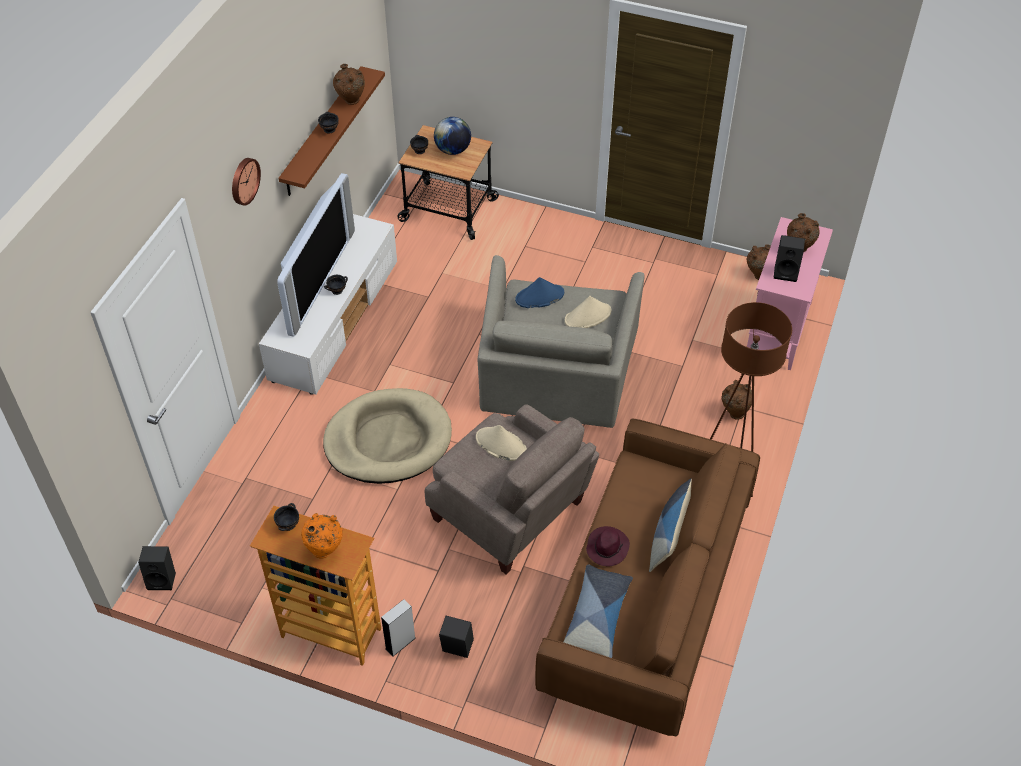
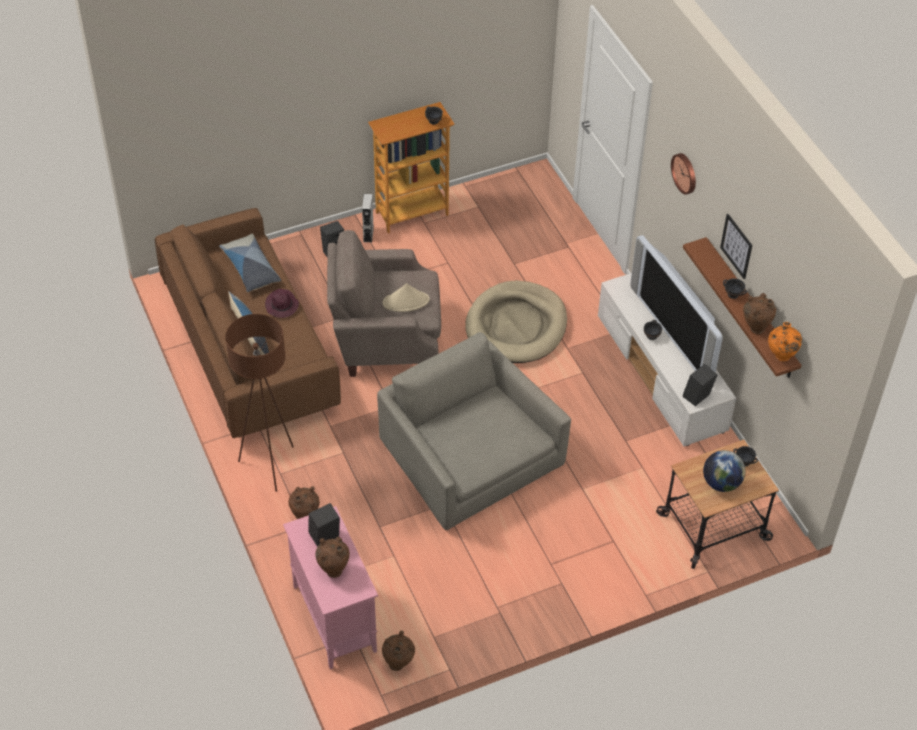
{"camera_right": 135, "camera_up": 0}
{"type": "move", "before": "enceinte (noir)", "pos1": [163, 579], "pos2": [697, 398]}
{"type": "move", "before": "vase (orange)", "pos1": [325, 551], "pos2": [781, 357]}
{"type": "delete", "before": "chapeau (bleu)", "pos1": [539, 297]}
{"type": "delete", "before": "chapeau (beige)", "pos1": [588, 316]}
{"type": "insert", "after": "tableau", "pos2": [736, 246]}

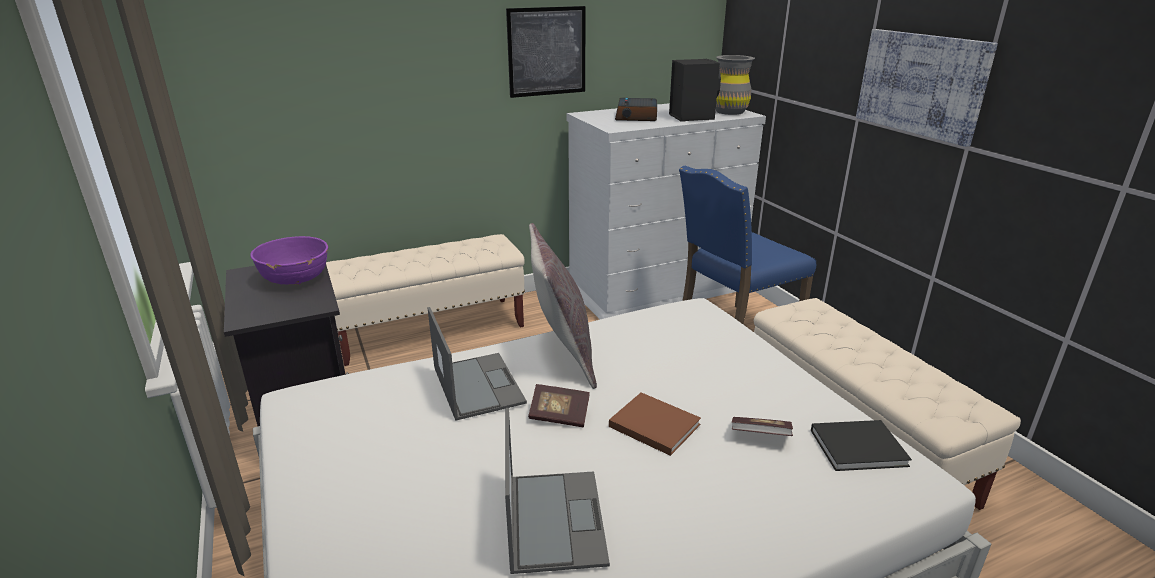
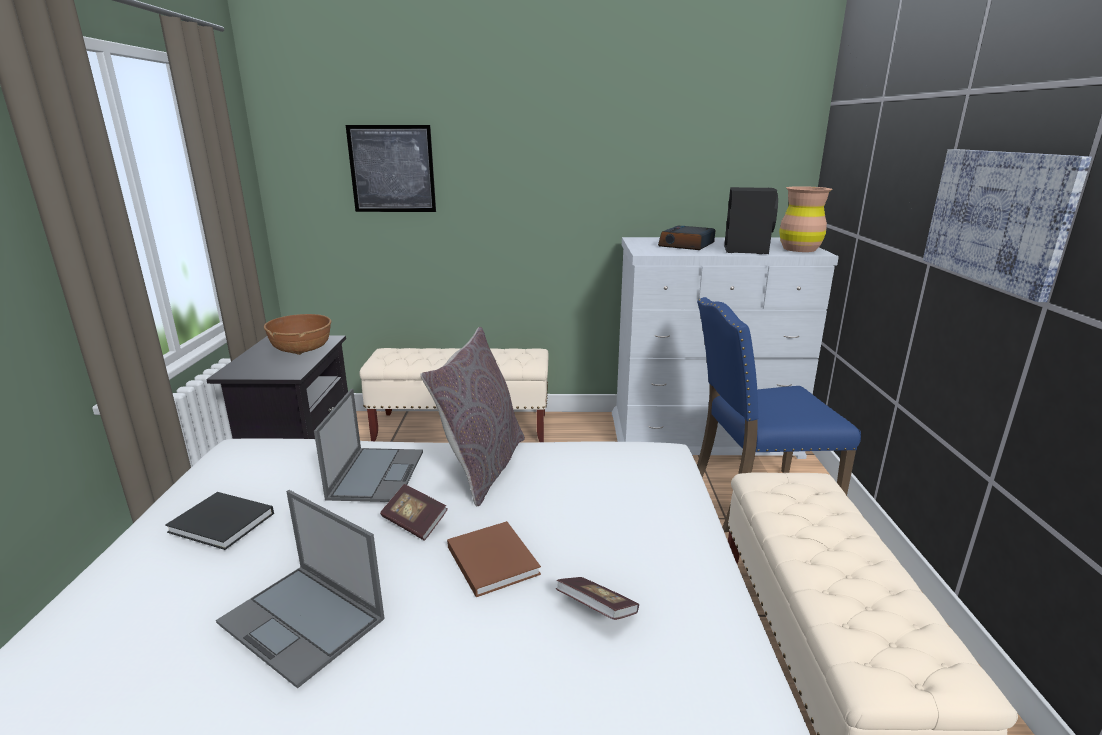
{"camera_right": 25, "camera_up": -5}
{"type": "recolor", "before": "bol (violet)", "after": "bol (marron)", "pos1": [296, 279], "pos2": [302, 350]}
{"type": "rotate", "before": "ordinateur portable", "pos1": [554, 518], "pos2": [303, 621], "turn": 105}
{"type": "move", "before": "tableau", "pos1": [547, 51], "pos2": [392, 169]}
{"type": "recolor", "before": "vase (gris)", "after": "vase (marron)", "pos1": [729, 111], "pos2": [799, 249]}
{"type": "move", "before": "livre (noir)", "pos1": [860, 447], "pos2": [224, 523]}

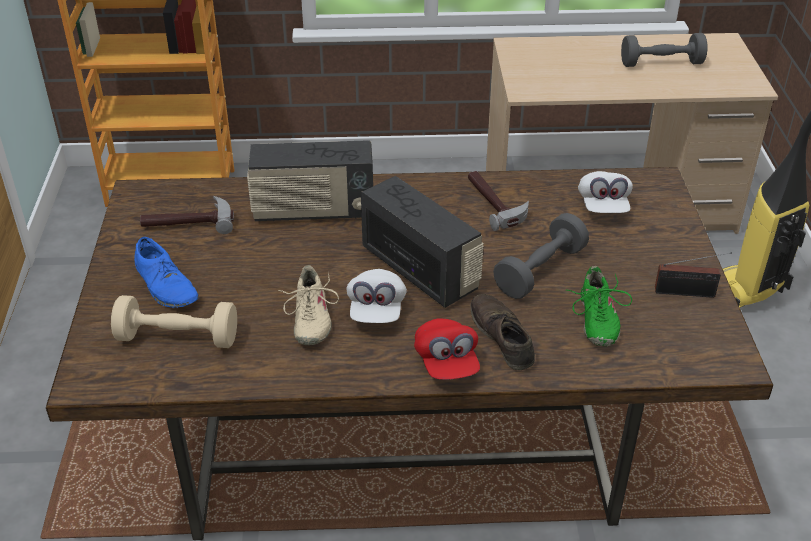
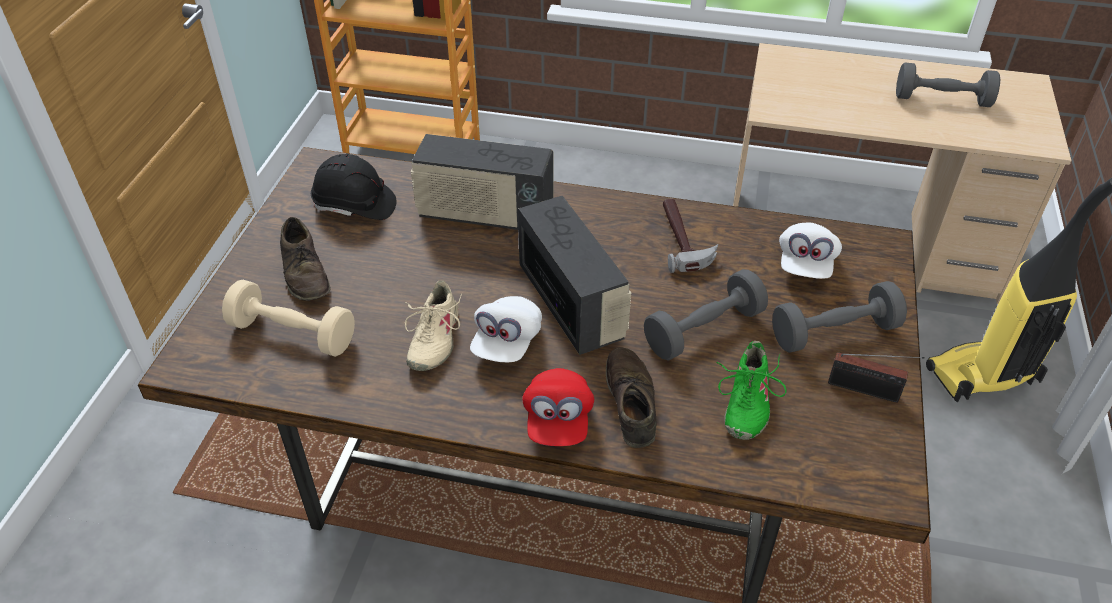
{"camera_right": 15, "camera_up": 5}
{"type": "recolor", "before": "chaussure (bleu)", "after": "chaussure (marron)", "pos1": [166, 285], "pos2": [305, 272]}
{"type": "replace", "before": "marteau", "after": "casque de chantier (noir)", "pos1": [188, 222], "pos2": [355, 206]}
{"type": "insert", "after": "haltère (gris)", "pos2": [834, 333]}

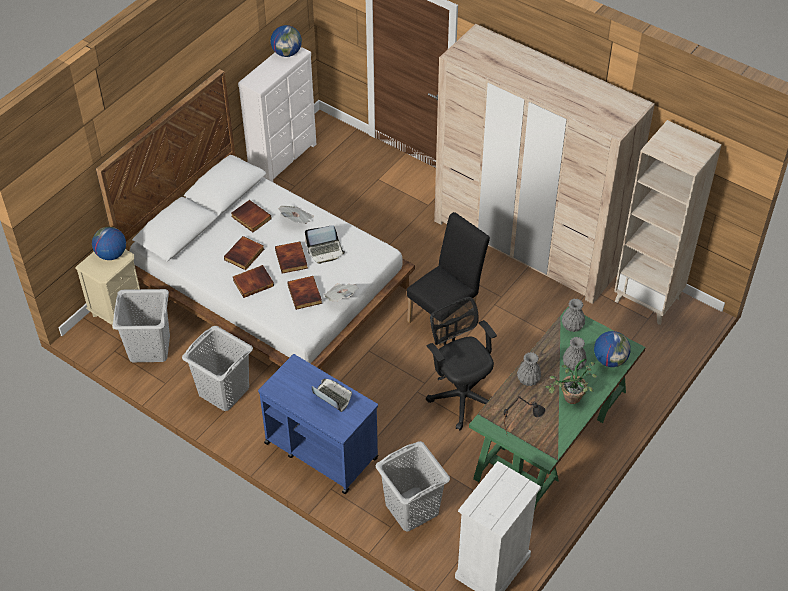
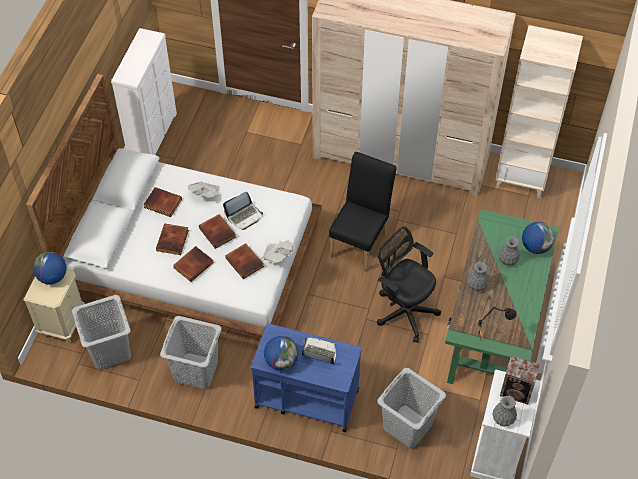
{"camera_right": -20, "camera_up": 5}
{"type": "move", "before": "globe", "pos1": [287, 53], "pos2": [281, 361]}
{"type": "delete", "before": "plante en pot", "pos1": [569, 400]}
{"type": "move", "before": "vase (gris)", "pos1": [572, 326], "pos2": [503, 418]}
{"type": "insert", "after": "enceinte", "pos2": [517, 391]}

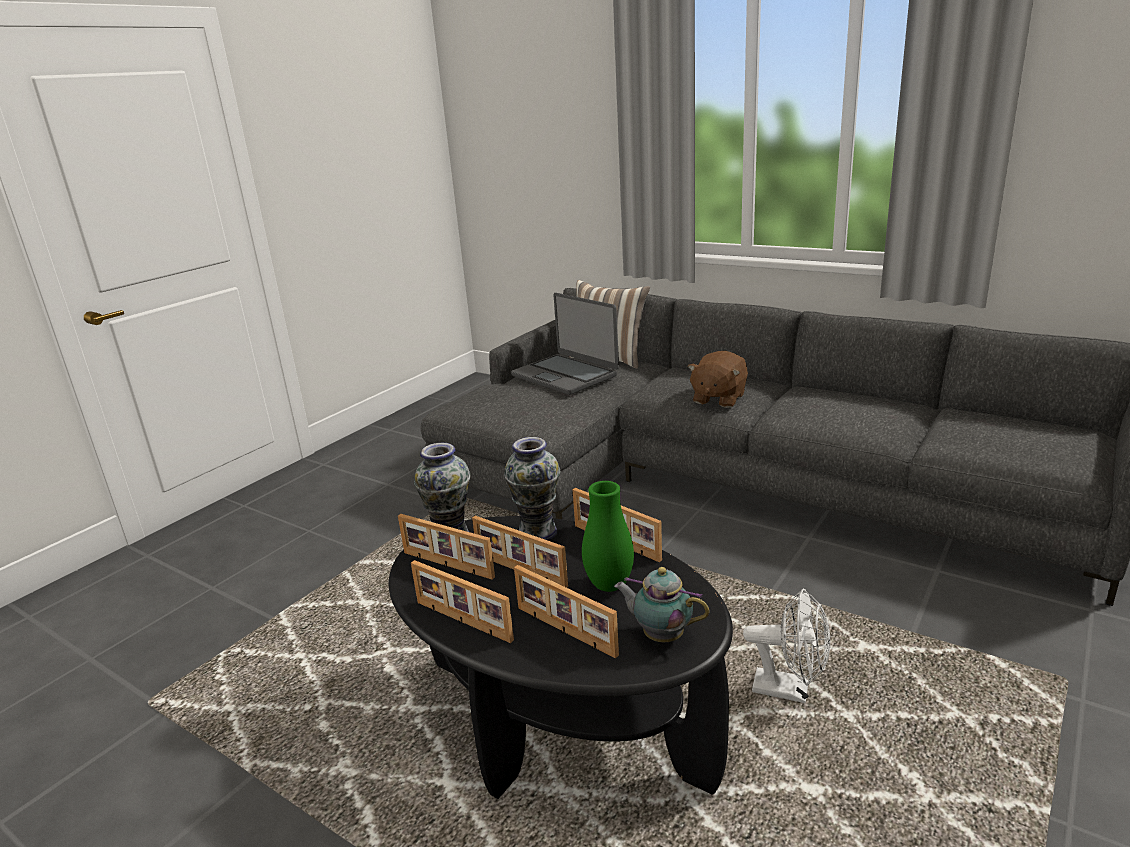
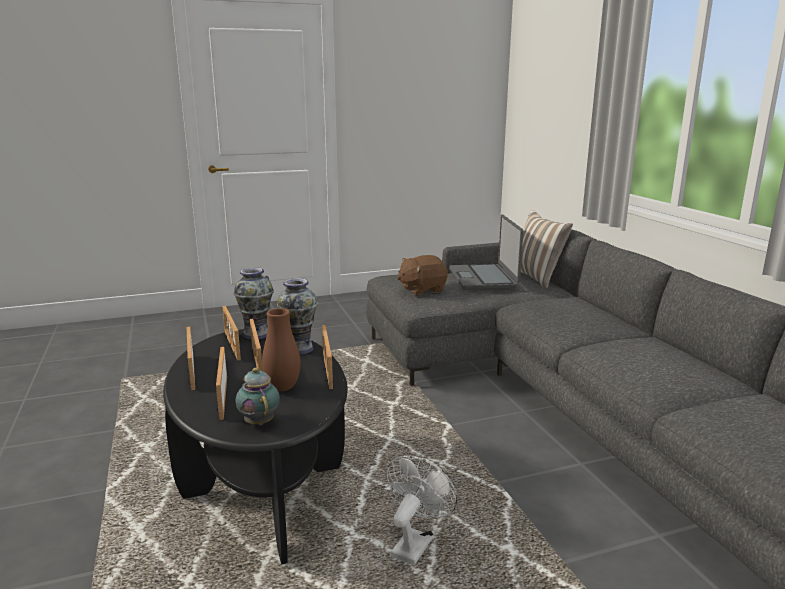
{"camera_right": 35, "camera_up": -5}
{"type": "recolor", "before": "vase (vert)", "after": "vase (marron)", "pos1": [609, 585], "pos2": [282, 388]}
{"type": "move", "before": "peluche (marron)", "pos1": [718, 398], "pos2": [422, 289]}
{"type": "rotate", "before": "ventilateur (blanc)", "pos1": [790, 690], "pos2": [415, 543], "turn": -120}

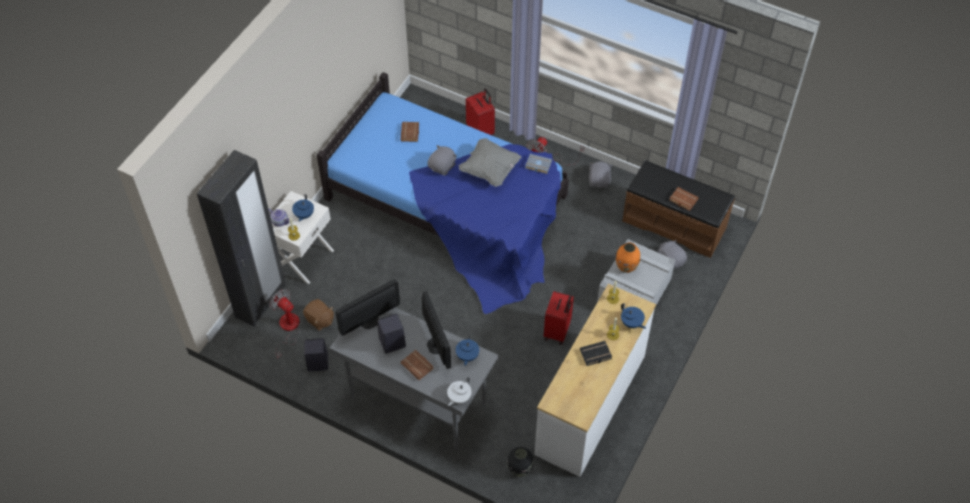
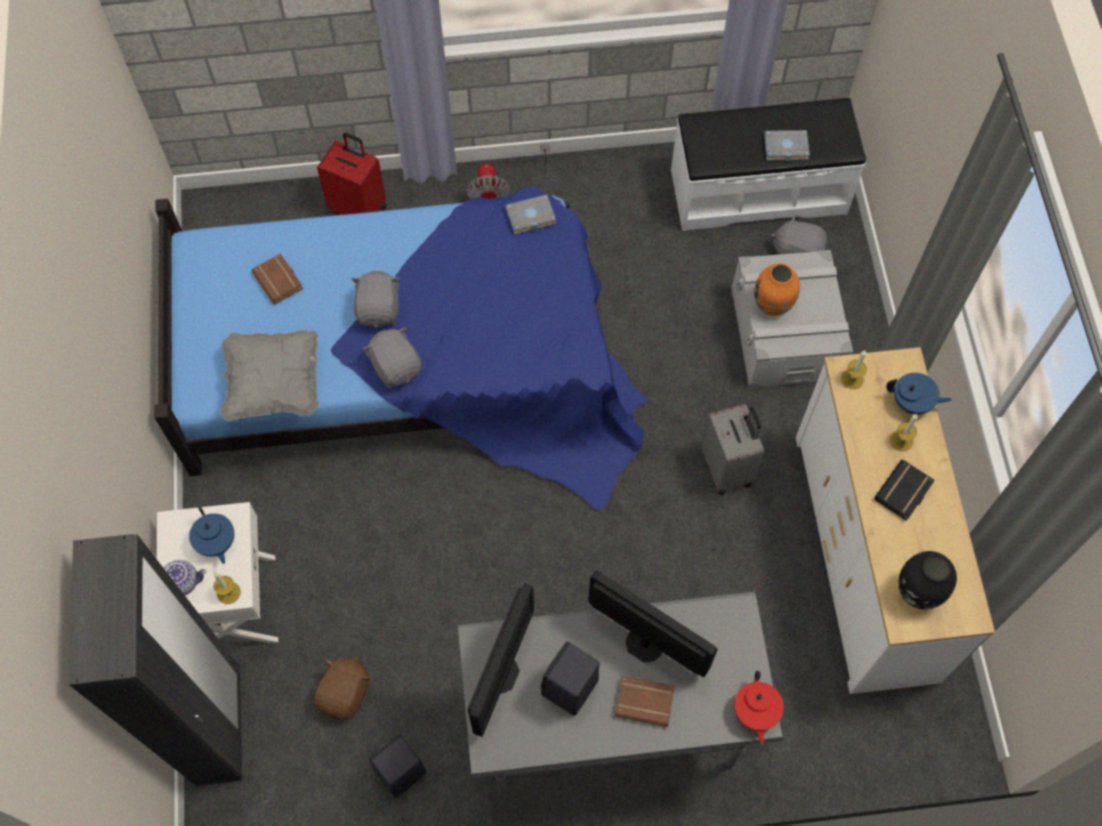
{"camera_right": -35, "camera_up": 10}
{"type": "delete", "before": "ventilateur", "pos1": [287, 329]}
{"type": "rotate", "before": "peluche (marron)", "pos1": [319, 320], "pos2": [345, 693], "turn": -75}
{"type": "recolor", "before": "théière (blanc)", "after": "théière (rouge)", "pos1": [459, 398], "pos2": [755, 712]}
{"type": "delete", "before": "théière (bleu)", "pos1": [467, 356]}
{"type": "move", "before": "coussin (gris)", "pos1": [490, 170], "pos2": [274, 384]}
{"type": "move", "before": "vase (noir)", "pos1": [519, 469], "pos2": [918, 592]}
{"type": "recolor", "before": "valise (rouge)", "after": "valise (gris)", "pos1": [558, 331], "pos2": [727, 468]}
{"type": "move", "before": "peluche (gris)", "pos1": [599, 181], "pos2": [396, 366]}
{"type": "recolor", "before": "banc (marron)", "after": "banc (blanc)", "pos1": [674, 224], "pos2": [758, 190]}
{"type": "recolor", "before": "livre (marron)", "after": "livre (gris)", "pos1": [682, 200], "pos2": [785, 148]}

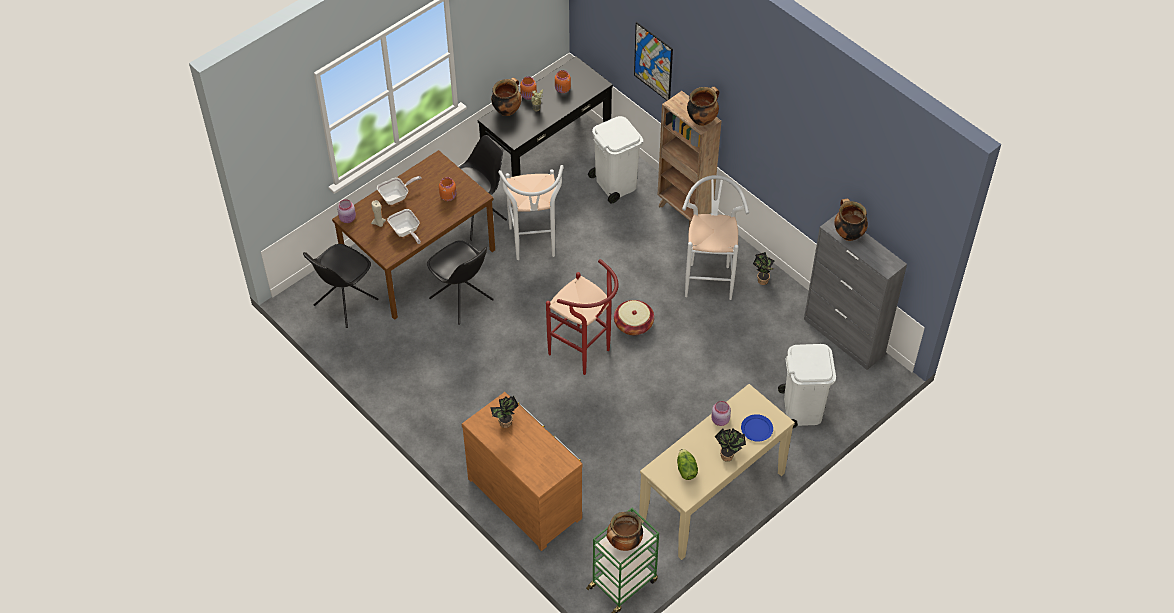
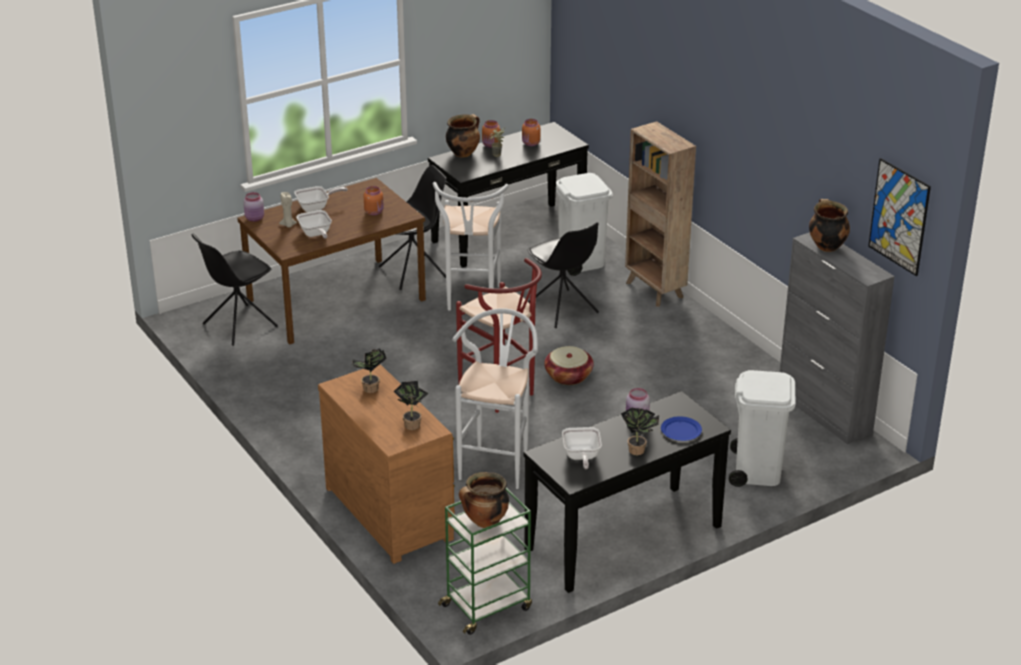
{"camera_right": 10, "camera_up": -20}
{"type": "move", "before": "chaise (noir)", "pos1": [462, 300], "pos2": [562, 309]}
{"type": "move", "before": "tableau", "pos1": [653, 62], "pos2": [899, 217]}
{"type": "recolor", "before": "table console (beige)", "after": "table console (noir)", "pos1": [712, 497], "pos2": [624, 538]}
{"type": "replace", "before": "laitue", "after": "poêle", "pos1": [686, 470], "pos2": [581, 457]}
{"type": "move", "before": "tabouret (blanc)", "pos1": [709, 277], "pos2": [497, 463]}
{"type": "delete", "before": "marmite", "pos1": [702, 119]}
{"type": "move", "before": "plante en pot", "pos1": [761, 279], "pos2": [411, 424]}

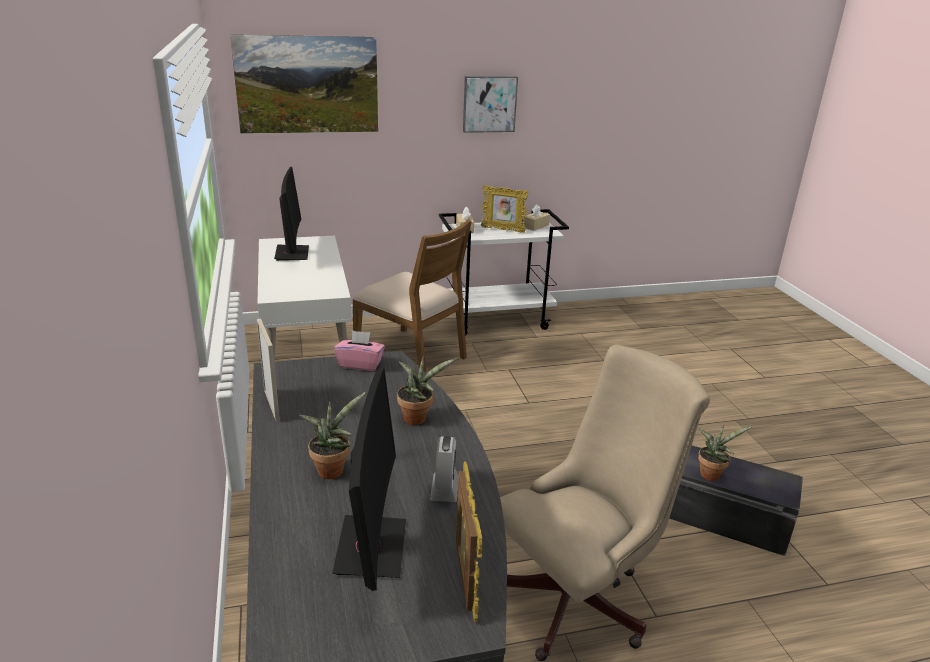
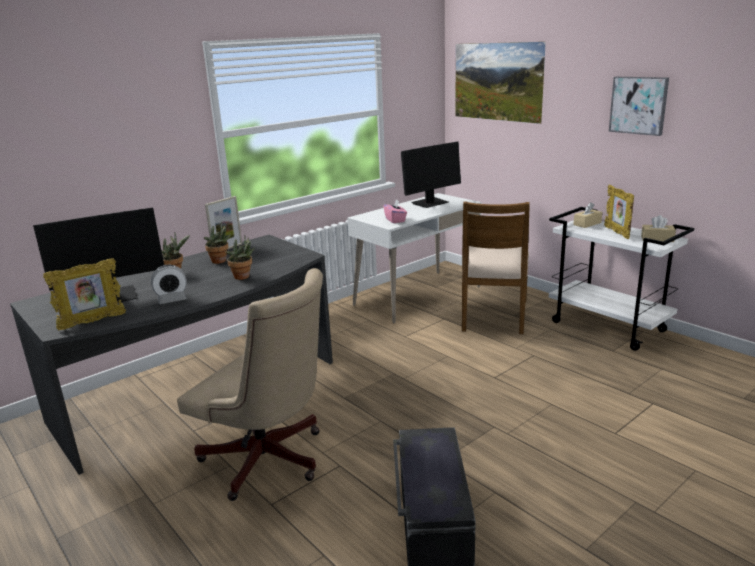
{"camera_right": 65, "camera_up": -5}
{"type": "move", "before": "boîte à mouchoirs (rose)", "pos1": [360, 364], "pos2": [395, 220]}
{"type": "move", "before": "plante en pot", "pos1": [711, 474], "pos2": [221, 261]}

